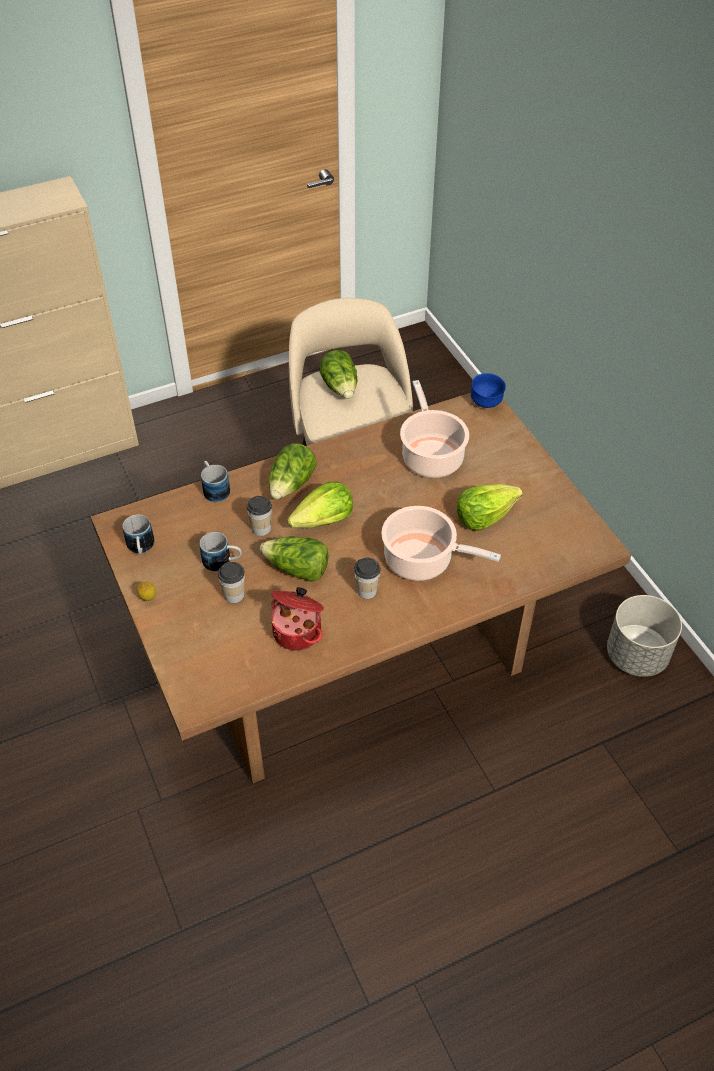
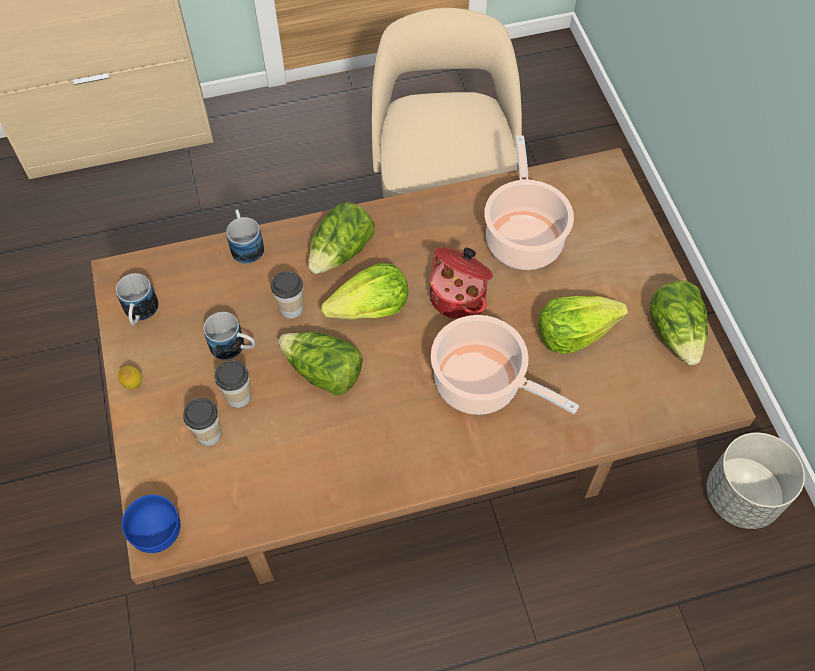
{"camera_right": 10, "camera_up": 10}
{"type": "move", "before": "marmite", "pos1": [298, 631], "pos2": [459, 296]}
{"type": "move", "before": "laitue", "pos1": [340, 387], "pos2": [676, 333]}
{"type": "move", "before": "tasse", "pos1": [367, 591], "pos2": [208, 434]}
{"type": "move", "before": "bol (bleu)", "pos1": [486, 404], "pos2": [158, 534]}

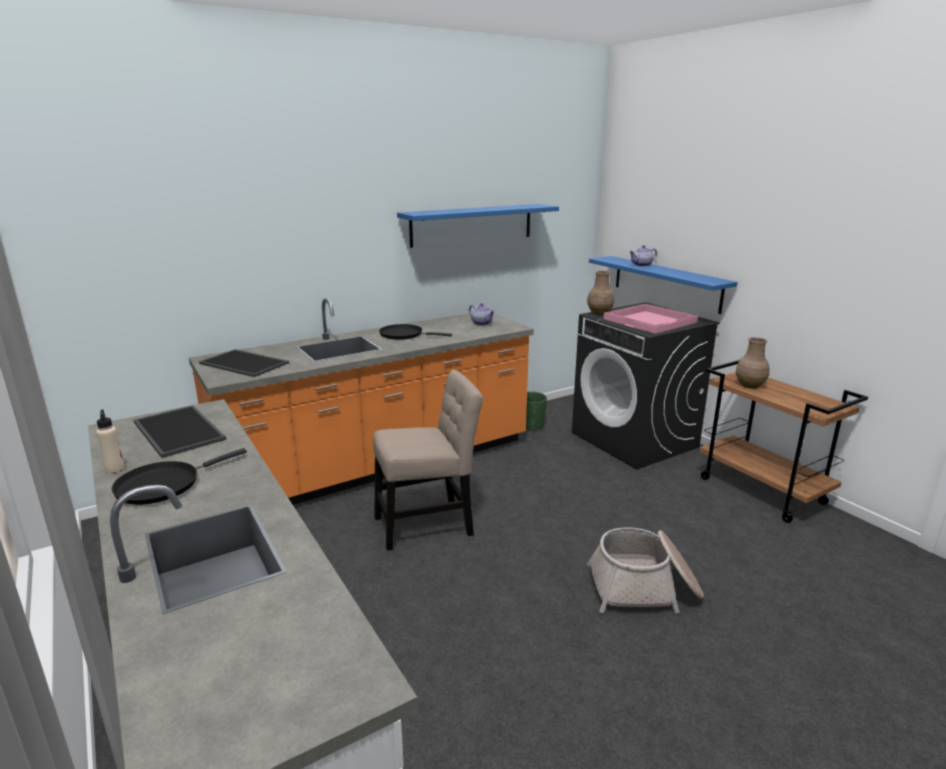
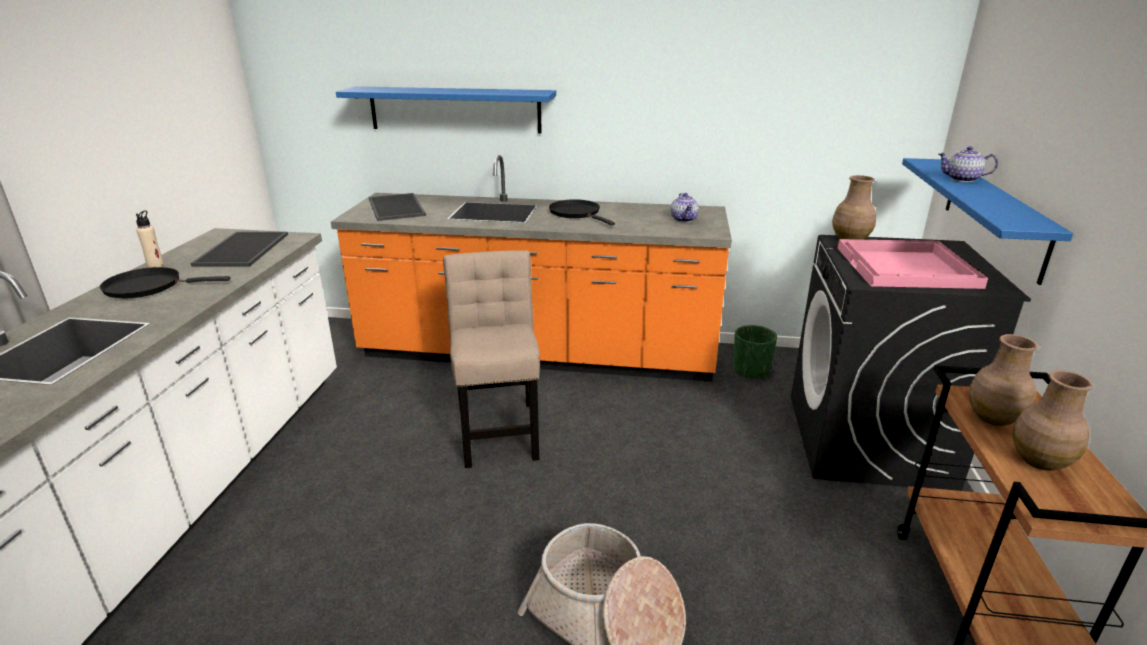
{"camera_right": 40, "camera_up": 5}
{"type": "rotate", "before": "chaise (beige)", "pos1": [428, 524], "pos2": [498, 429], "turn": -120}
{"type": "move", "before": "étagère (bleu)", "pos1": [472, 225], "pos2": [455, 109]}
{"type": "insert", "after": "vase (marron)", "pos2": [1039, 460]}

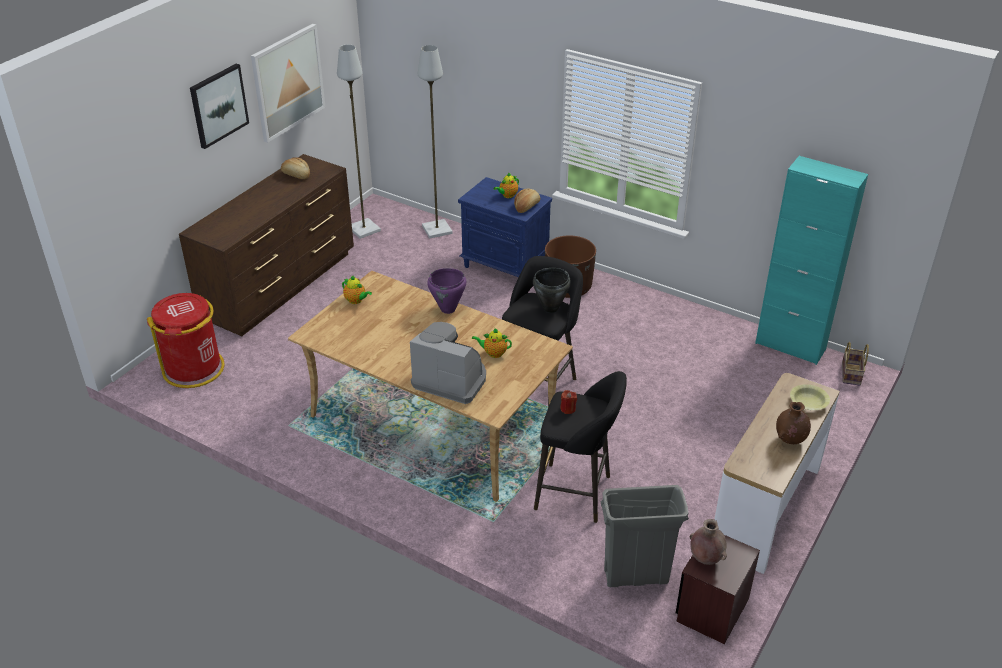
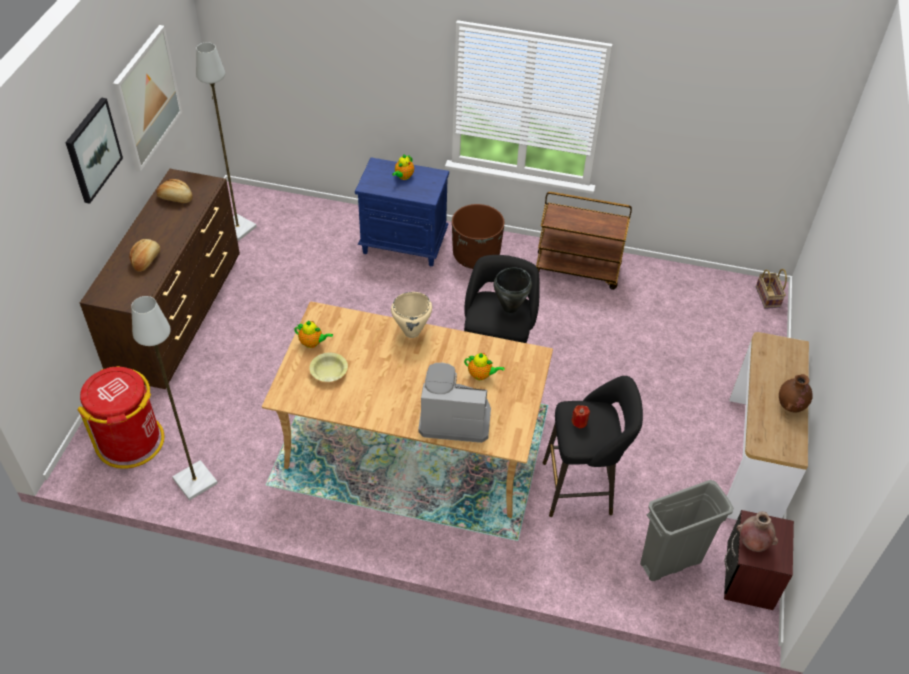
{"camera_right": -20, "camera_up": 10}
{"type": "move", "before": "lampadaire (gris)", "pos1": [436, 230], "pos2": [194, 481]}
{"type": "recolor", "before": "marmite (violet)", "after": "marmite (beige)", "pos1": [448, 309], "pos2": [412, 332]}
{"type": "rotate", "before": "théière", "pos1": [493, 353], "pos2": [481, 375], "turn": -150}
{"type": "move", "before": "pain", "pos1": [527, 206], "pos2": [146, 260]}
{"type": "delete", "before": "meuble de rangement (turquoise)", "pos1": [790, 346]}
{"type": "move", "before": "bol (jaune)", "pos1": [808, 402], "pos2": [329, 371]}
{"type": "insert", "after": "chariot (marron)", "pos2": [577, 270]}

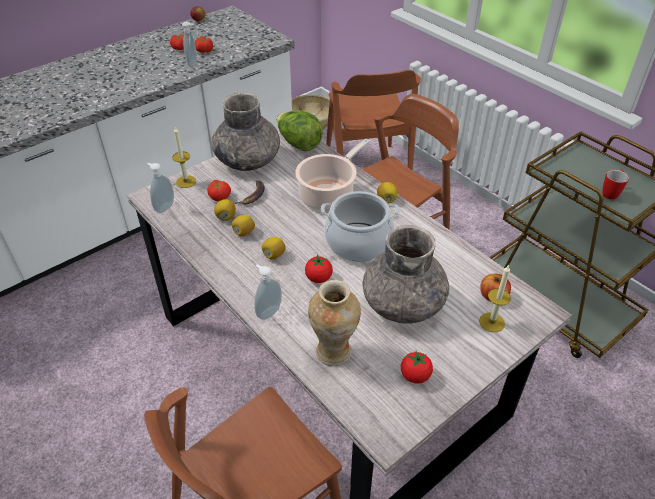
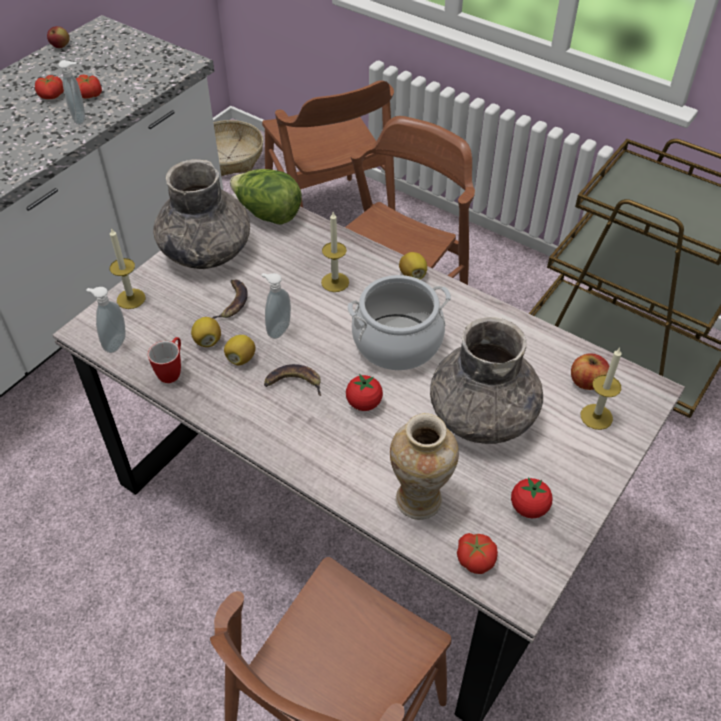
{"camera_right": -15, "camera_up": 5}
{"type": "move", "before": "tomate", "pos1": [220, 196], "pos2": [475, 558]}
{"type": "move", "before": "distributeur de savon", "pos1": [268, 312], "pos2": [278, 329]}
{"type": "replace", "before": "citron", "after": "banane", "pos1": [274, 255], "pos2": [293, 383]}
{"type": "replace", "before": "marmite", "after": "bougie", "pos1": [329, 195], "pos2": [335, 282]}
{"type": "move", "before": "mug", "pos1": [611, 193], "pos2": [172, 371]}

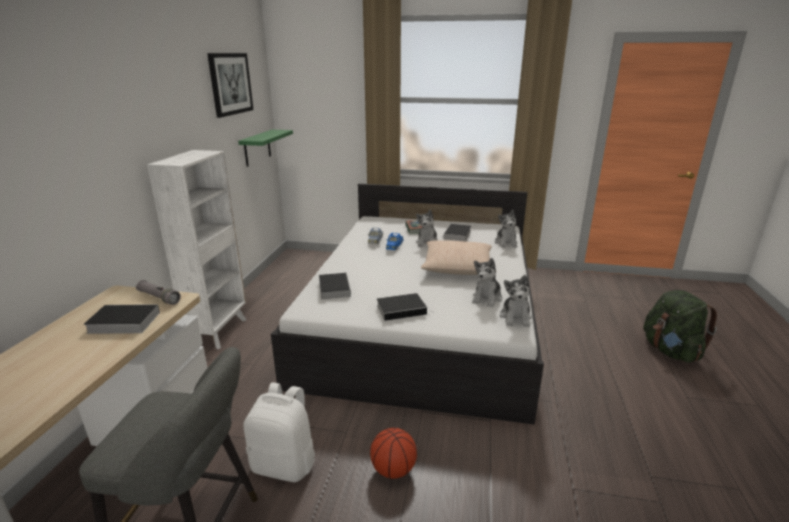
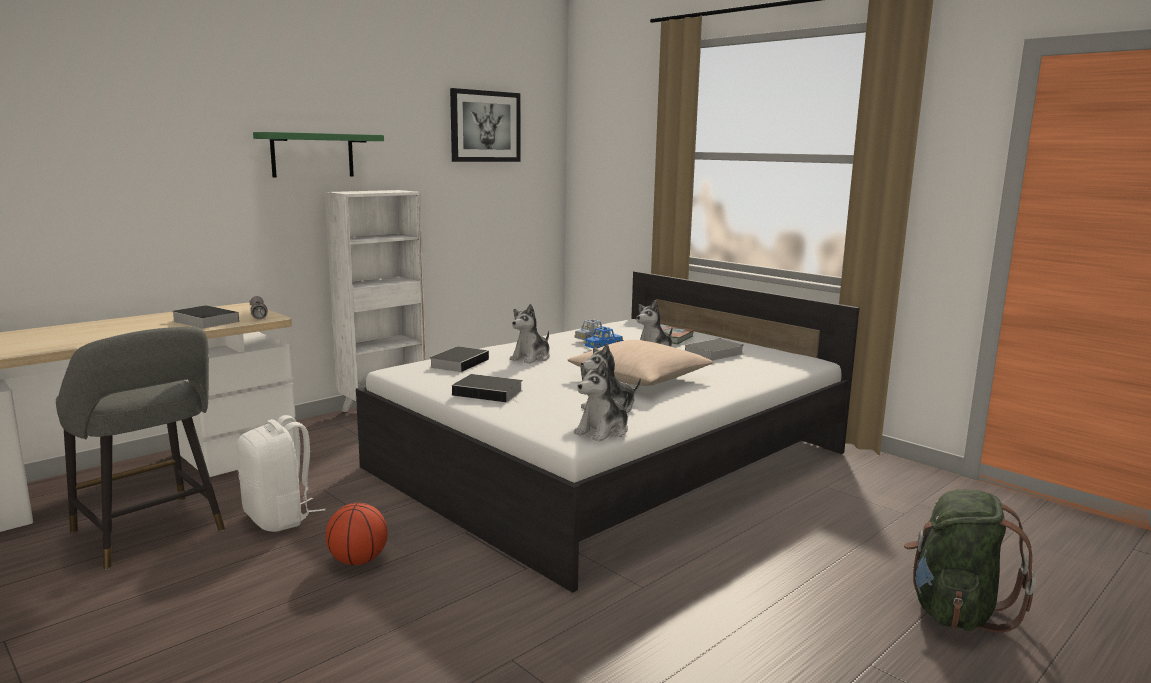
{"camera_right": 35, "camera_up": -10}
{"type": "move", "before": "étagère (vert)", "pos1": [257, 148], "pos2": [312, 155]}
{"type": "move", "before": "peluche", "pos1": [506, 243], "pos2": [531, 358]}

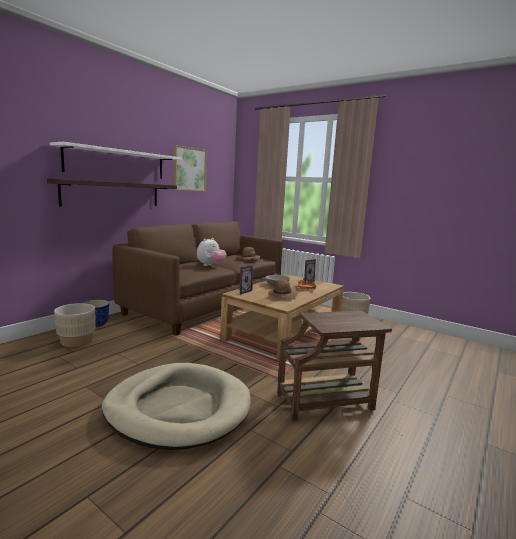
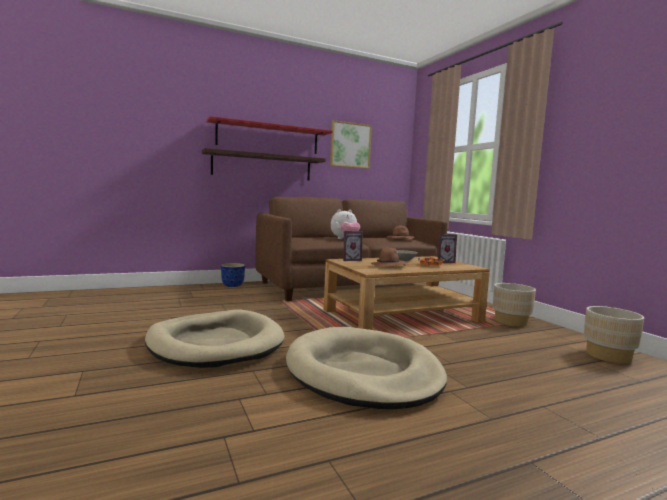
{"camera_right": 30, "camera_up": -5}
{"type": "recolor", "before": "étagère (blanc)", "after": "étagère (rouge)", "pos1": [117, 163], "pos2": [268, 138]}
{"type": "move", "before": "cache-pot (beige)", "pos1": [76, 341], "pos2": [608, 356]}
{"type": "replace", "before": "table d'appoint (marron)", "after": "panier pour chien (beige)", "pos1": [327, 401], "pos2": [363, 373]}

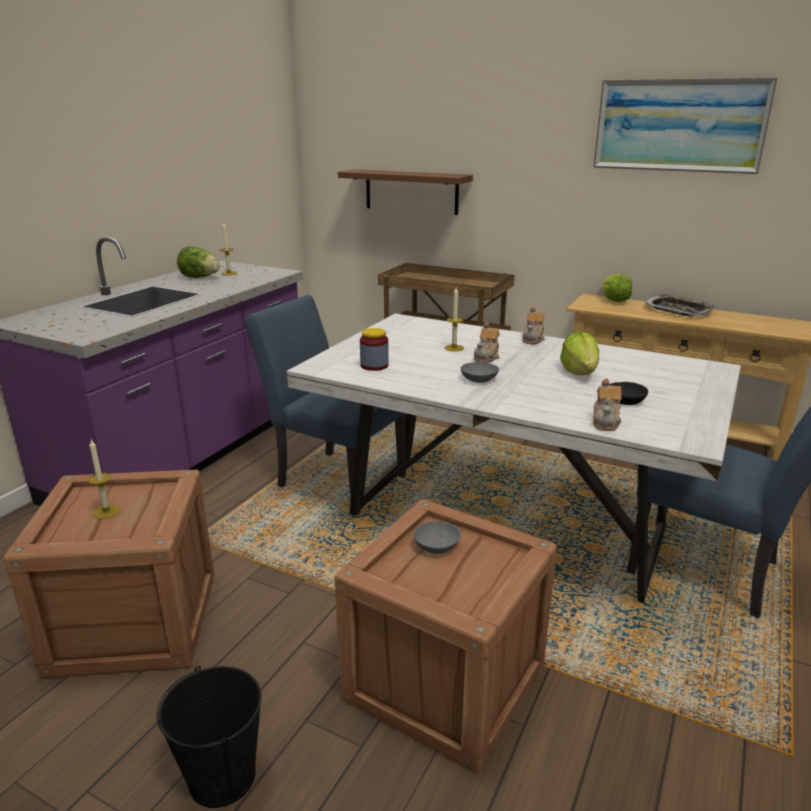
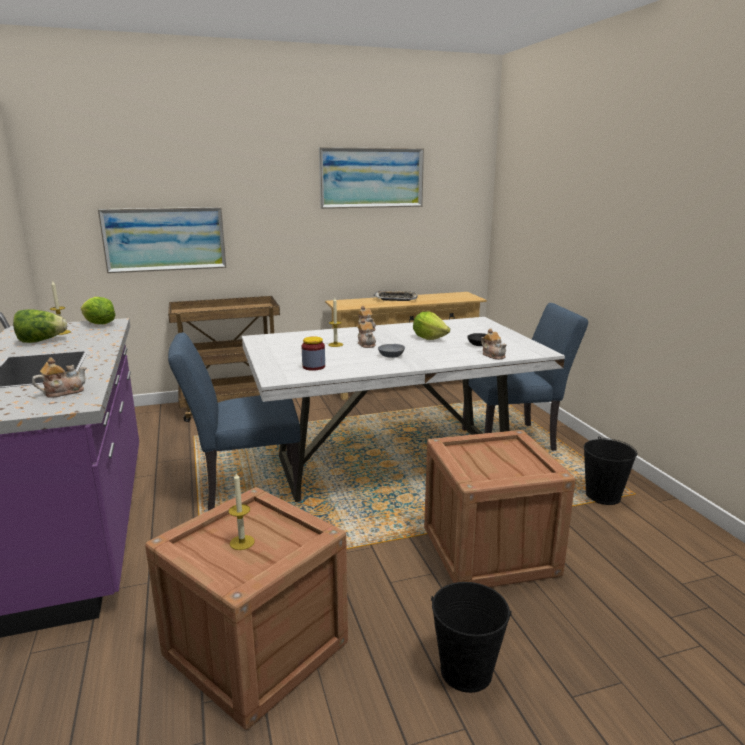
{"camera_right": -45, "camera_up": -5}
{"type": "replace", "before": "étagère (marron)", "after": "tableau", "pos1": [411, 191], "pos2": [165, 239]}
{"type": "delete", "before": "bol (gris)", "pos1": [437, 545]}
{"type": "move", "before": "laitue", "pos1": [614, 301], "pos2": [99, 324]}
{"type": "insert", "after": "théière", "pos2": [63, 392]}
{"type": "insert", "after": "seau (noir)", "pos2": [602, 496]}

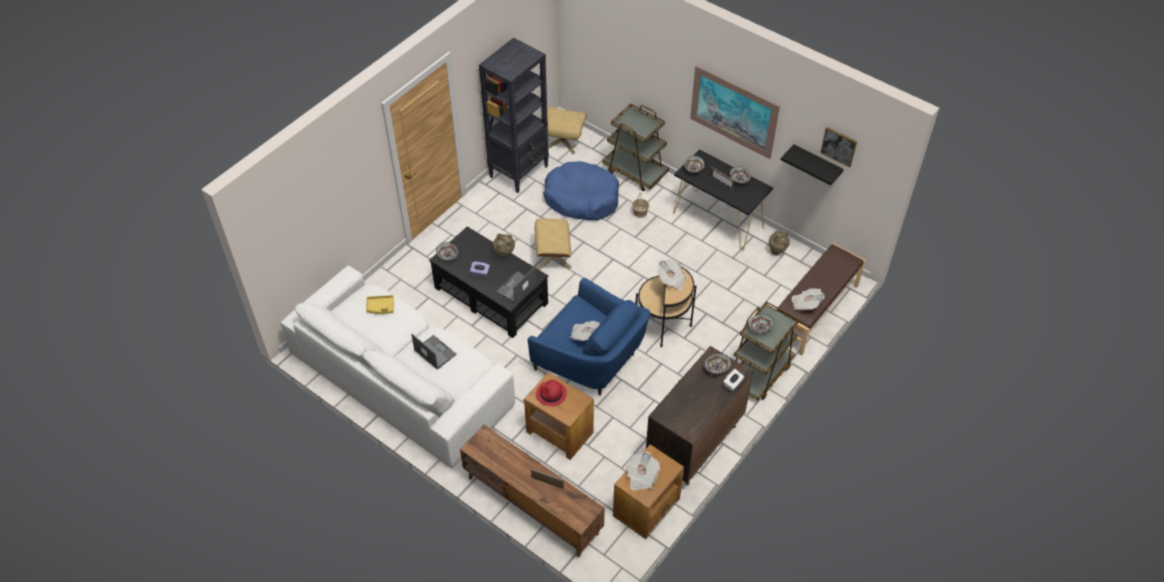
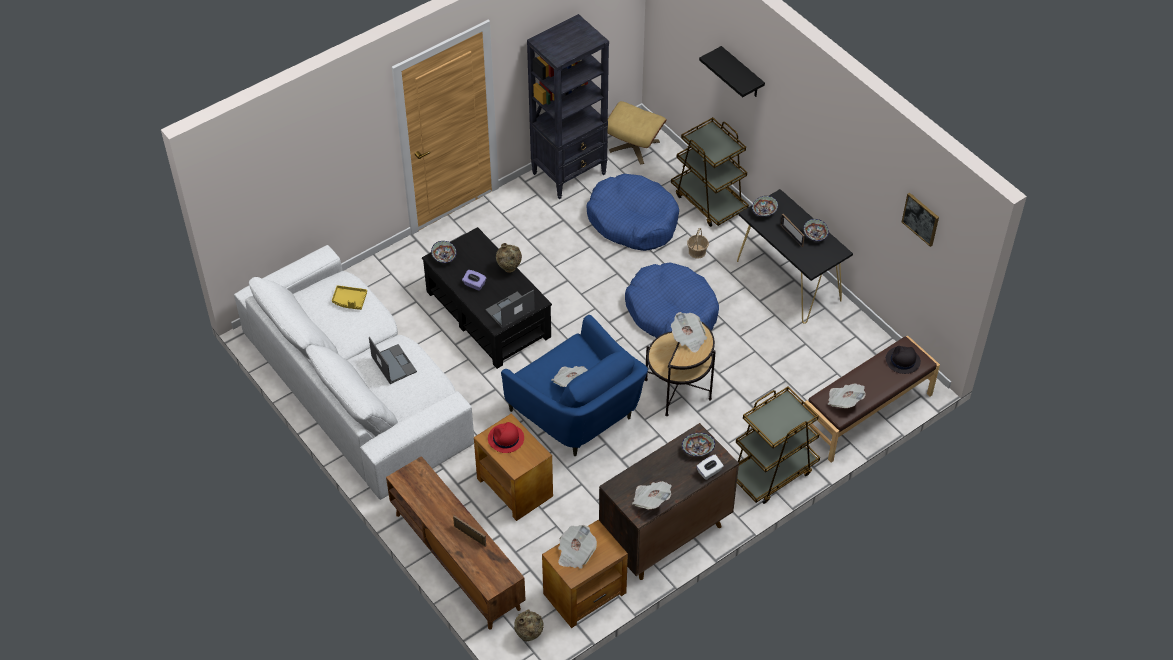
{"camera_right": 15, "camera_up": 0}
{"type": "delete", "before": "pouf (beige)", "pos1": [552, 256]}
{"type": "delete", "before": "tableau", "pos1": [733, 112]}
{"type": "delete", "before": "bol", "pos1": [760, 328]}
{"type": "move", "before": "vase (beige)", "pos1": [777, 252], "pos2": [529, 636]}
{"type": "move", "before": "étagère (noir)", "pos1": [816, 164], "pos2": [742, 73]}
{"type": "insert", "after": "panier pour chien (bleu)", "pos2": [672, 312]}
{"type": "insert", "after": "journal", "pos2": [651, 500]}
{"type": "insert", "after": "chapeau (noir)", "pos2": [902, 360]}

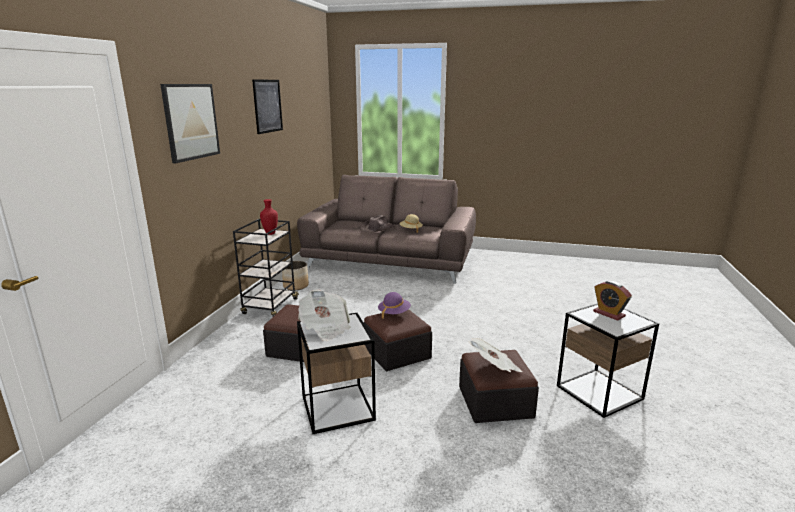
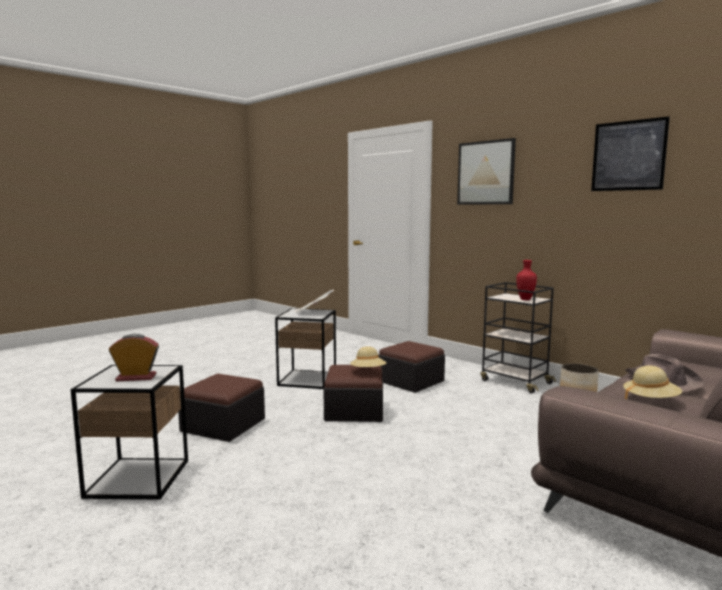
{"camera_right": 120, "camera_up": -10}
{"type": "recolor", "before": "chapeau (violet)", "after": "chapeau (beige)", "pos1": [394, 313], "pos2": [368, 372]}
{"type": "delete", "before": "journal", "pos1": [494, 368]}

